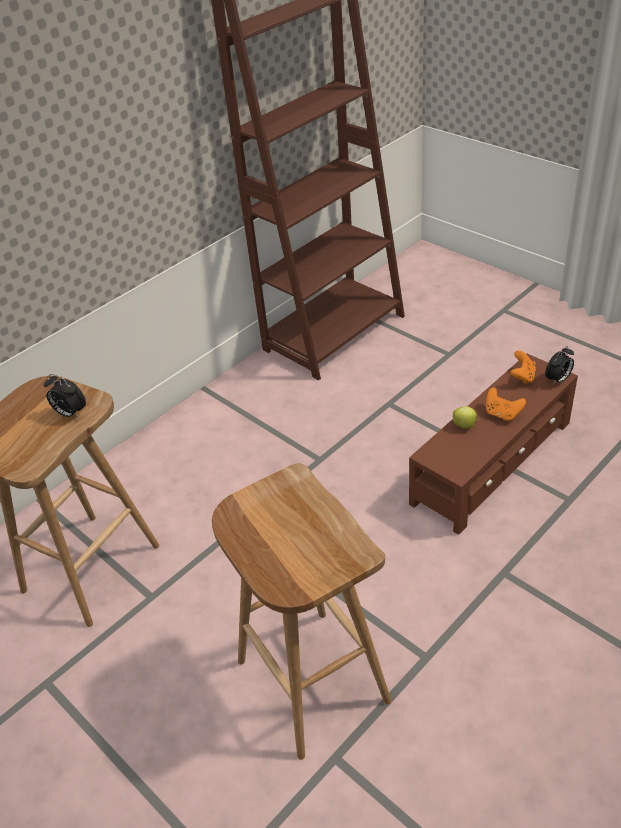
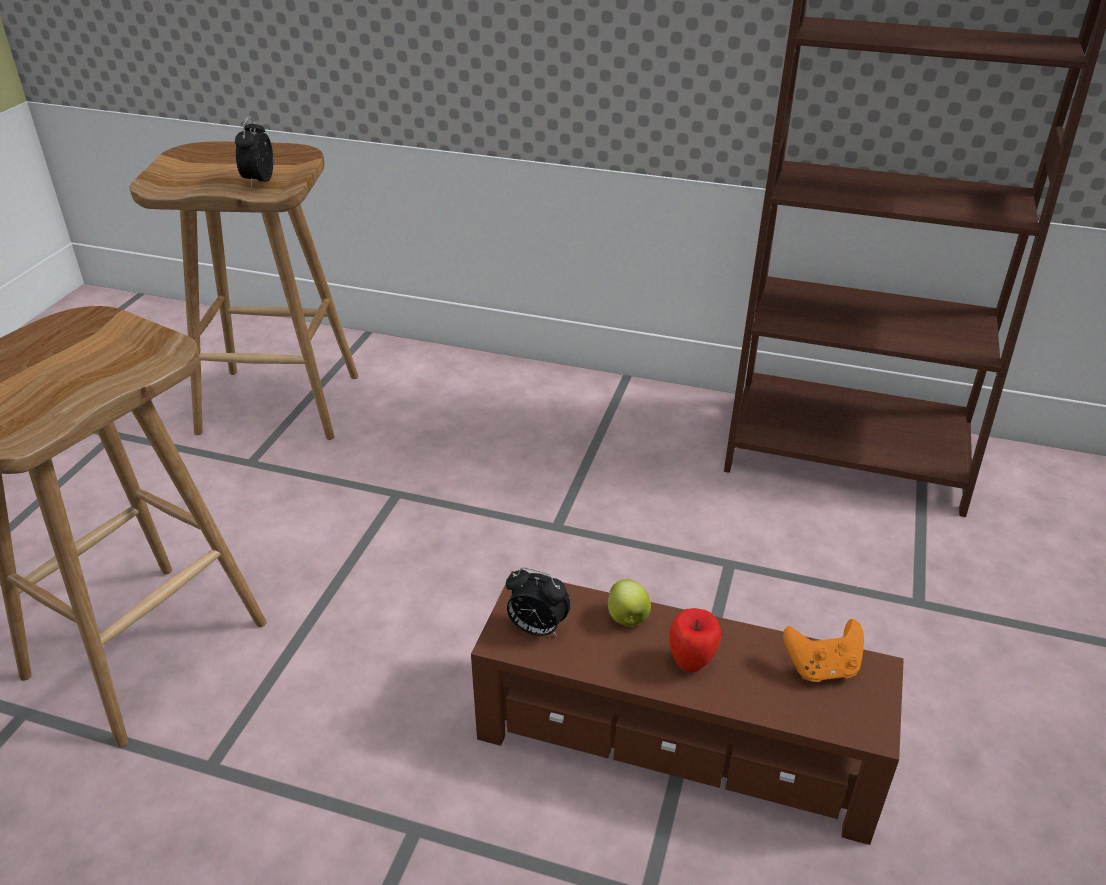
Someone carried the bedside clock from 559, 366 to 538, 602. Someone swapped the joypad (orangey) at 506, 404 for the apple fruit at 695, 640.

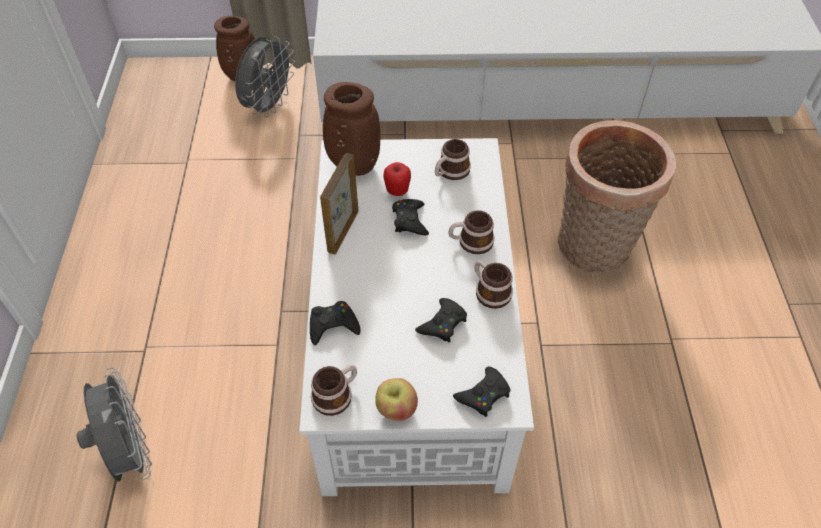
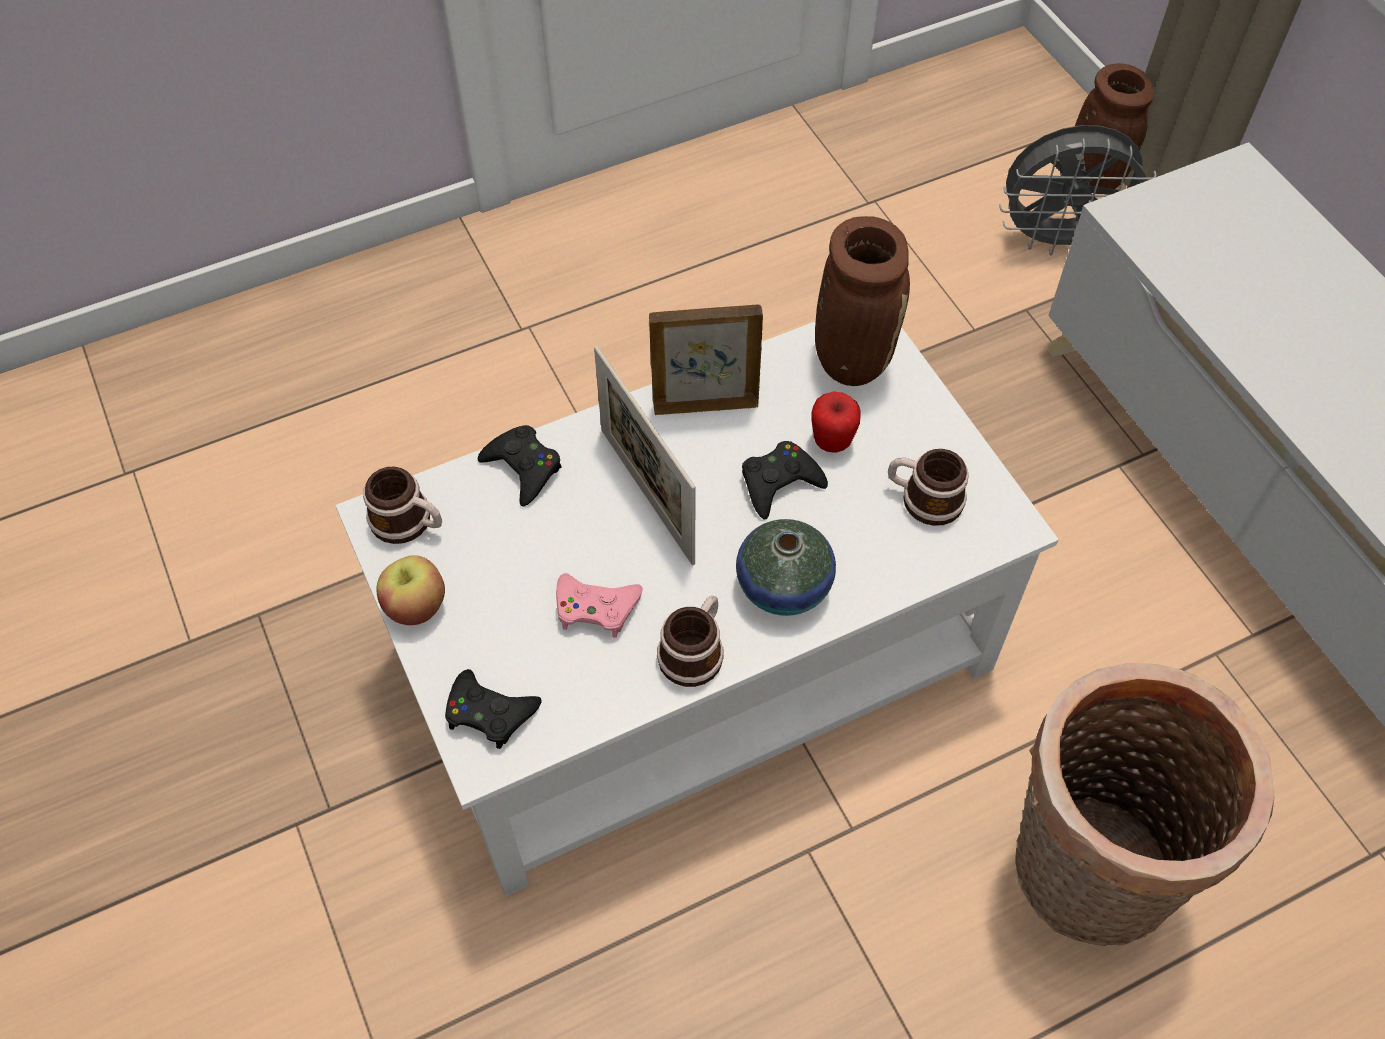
Someone took away the cooling fan (gray) at 114, 424. Someone put down the photo frame at 644, 455. Someone swapped the tea mug at 471, 232 for the flower vase at 786, 567. Someone repainted the joypad (blackish) at 441, 320, which became the joypad (pinkish) at 599, 605.

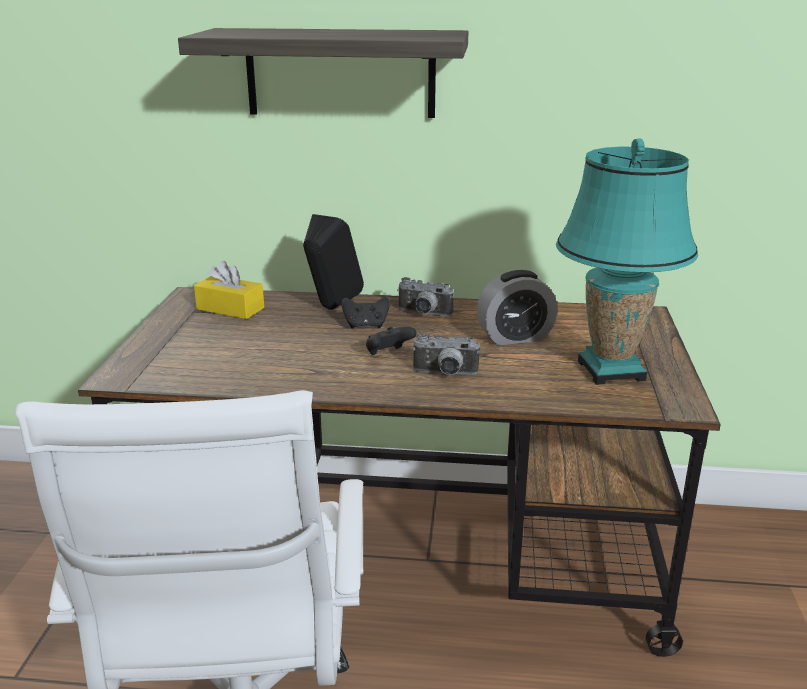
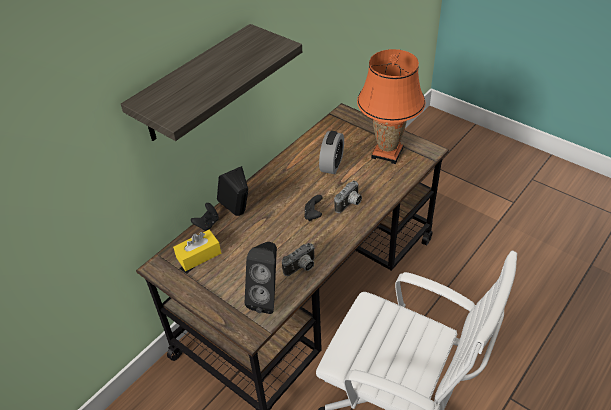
Someone put down the loudspeaker (blackish) at 261, 278. Someone carried the joypad (blackish) from 366, 313 to 205, 217. Someone carried the still camera from 425, 296 to 298, 259. Someone repainted the tabletop lamp (blue-green) at 627, 262, which became the tabletop lamp (orangey) at 391, 106.

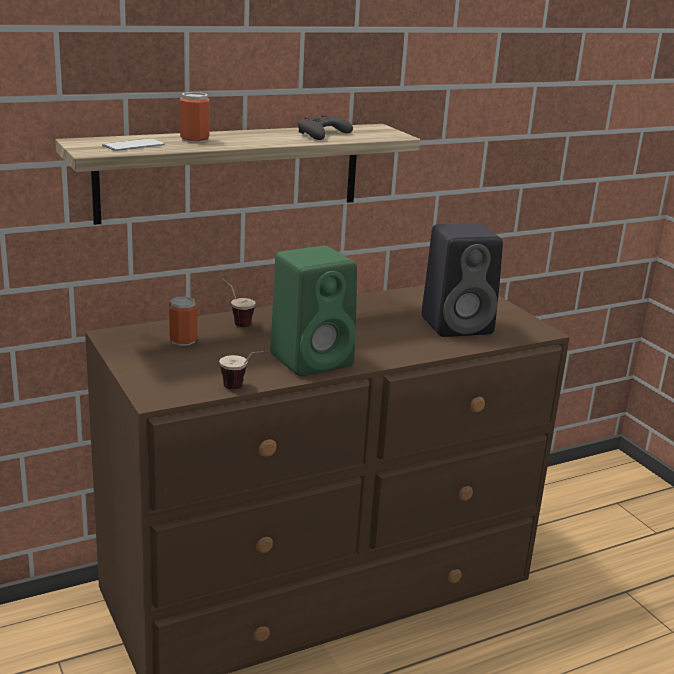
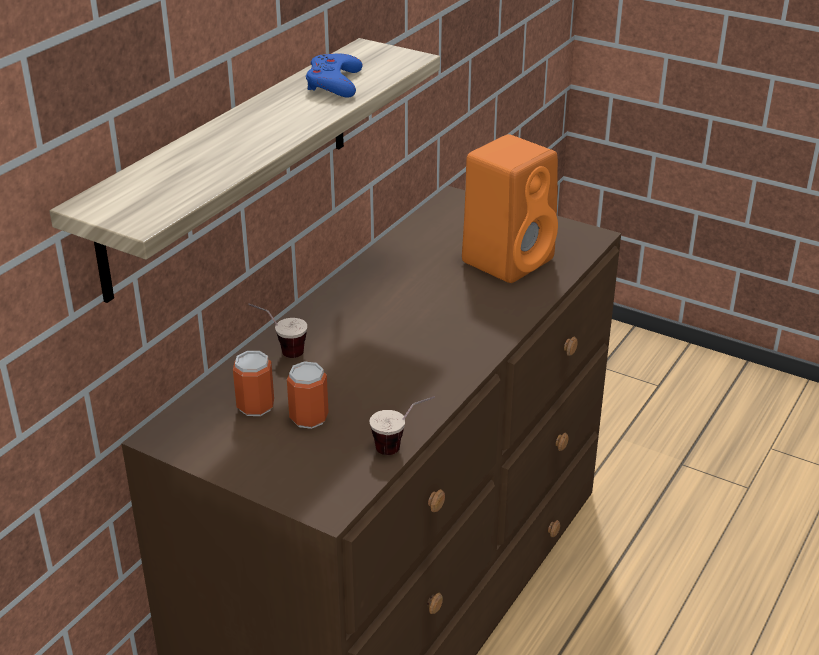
Someone took away the handset at 133, 144. Someone took away the loudspeaker (greenish) at 313, 311. Someone carried the metal can from 195, 117 to 308, 395. Someone repainted the joypad (gray) at 325, 127, which became the joypad (bluish) at 334, 76. Someone repainted the loudspeaker (blackish) at 462, 280, which became the loudspeaker (orangey) at 510, 208.

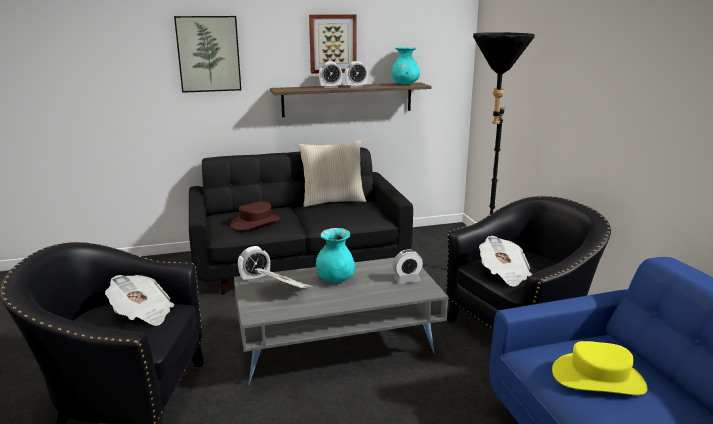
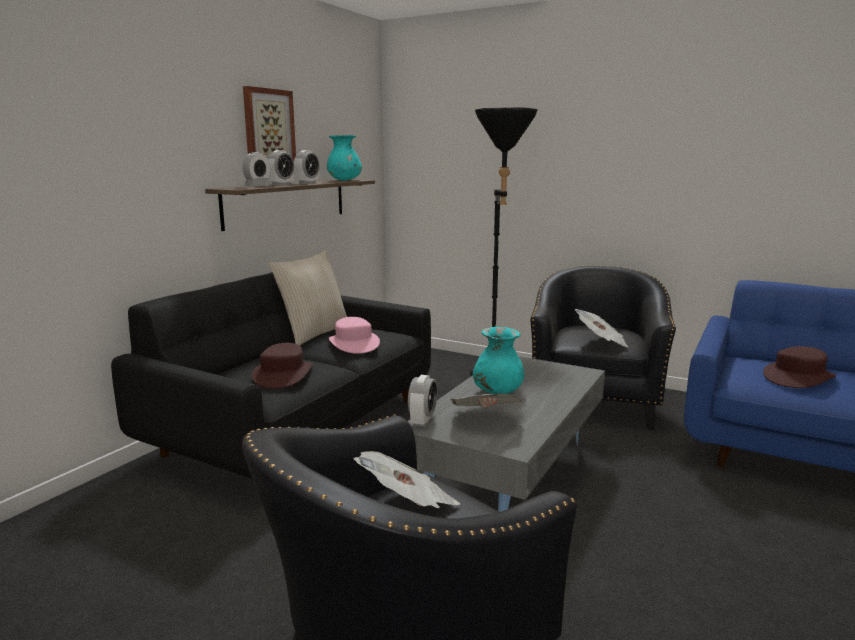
Someone took away the wall picture at 207, 54. Someone put down the hat (pinkish) at 354, 335. Someone carried the bedside clock from 408, 267 to 257, 169. Someone repainted the hat (yellowish) at 600, 368, which became the hat (brown) at 800, 367.

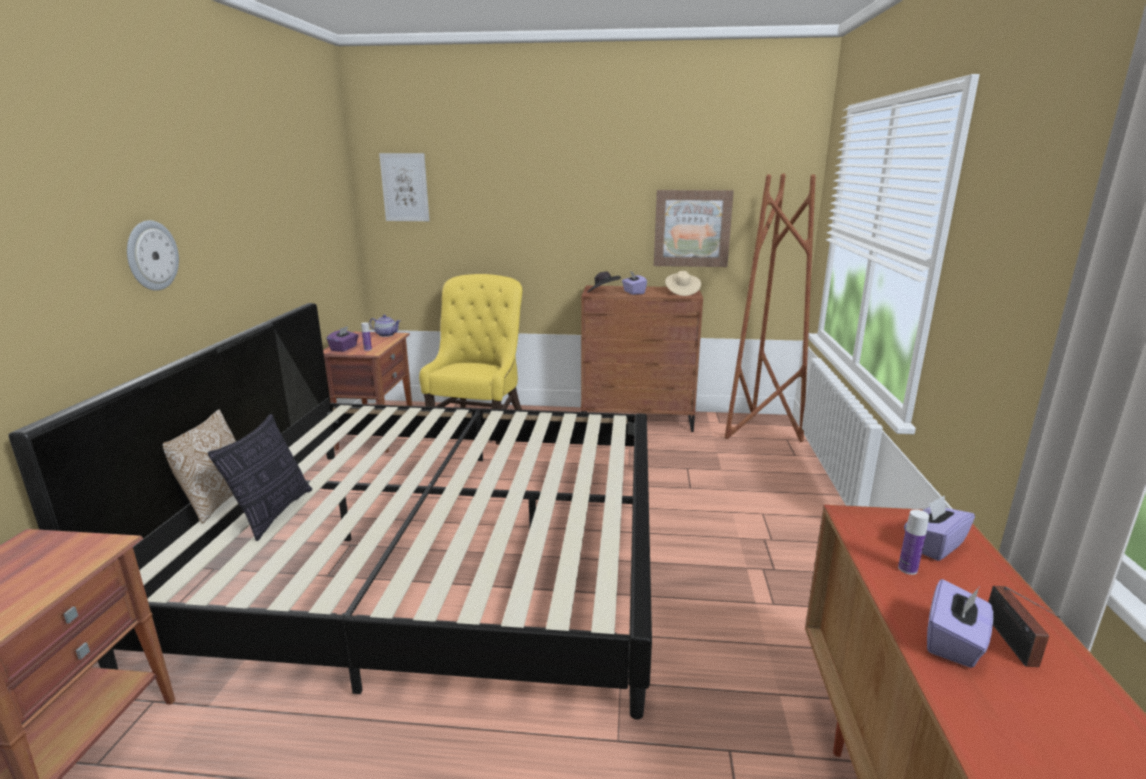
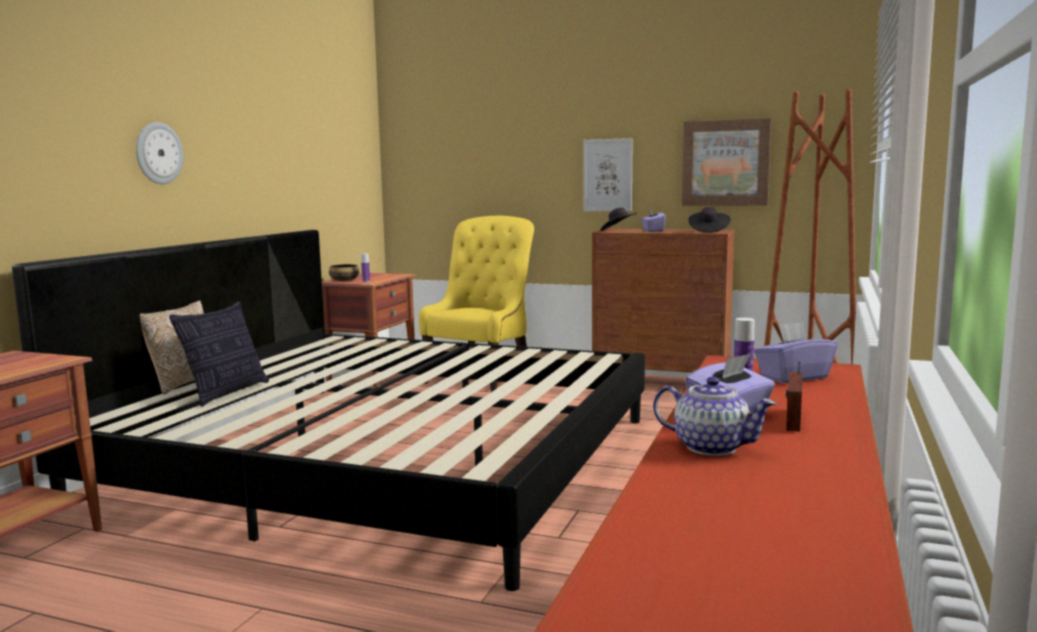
Someone carried the tea pot from 384, 326 to 715, 416. Someone carried the wall picture from 404, 187 to 608, 174. Someone swapped the box of tissues (purple-coloured) at 342, 339 for the bowl at 344, 272. Someone repainted the hat (sand-coloured) at 683, 283, which became the hat (blackish) at 709, 220.

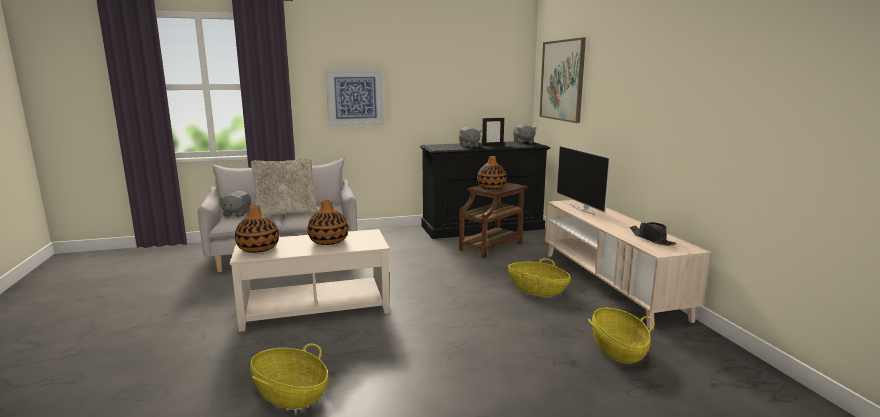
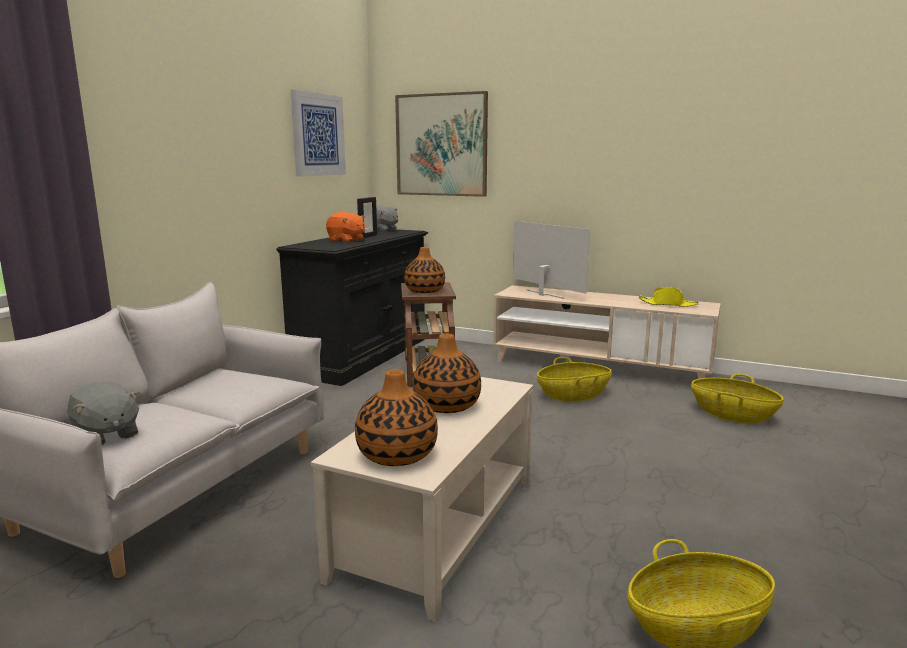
Someone took away the pillow (sand-coloured) at 284, 187. Someone carried the wall picture from 355, 97 to 318, 133. Someone repainted the cuddly toy (gray) at 470, 136, which became the cuddly toy (orangey) at 345, 227. Someone repainted the hat (blackish) at 653, 233, which became the hat (yellowish) at 668, 297. Someone rotated the television at 583, 180 by 150 degrees counterclockwise.

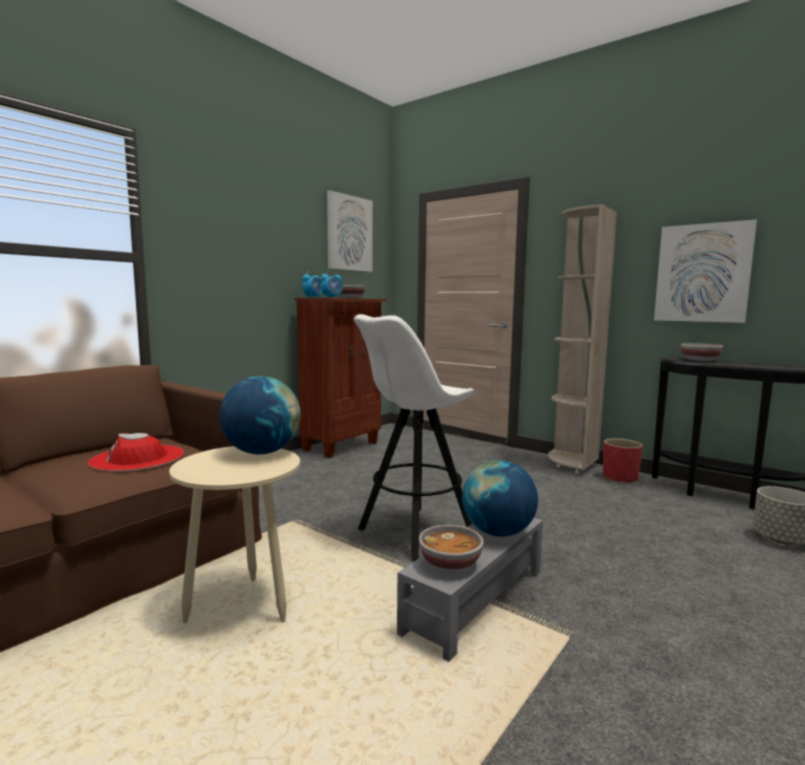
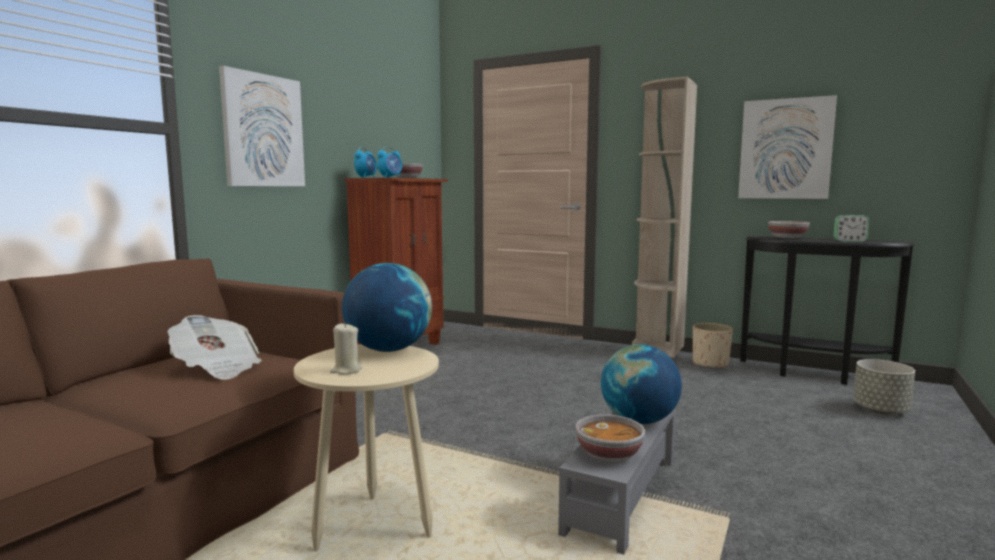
Someone took away the stool seat (whitish) at 414, 437. Someone put down the candle (sand-coloured) at 346, 349. Someone put down the bedside clock at 851, 228. Someone carried the wall picture from 350, 231 to 262, 126. Someone swapped the hat (reddish) at 136, 452 for the printed paper at 215, 347. Someone repainted the flower pot (reddish) at 623, 461, which became the flower pot (sand-coloured) at 713, 346.

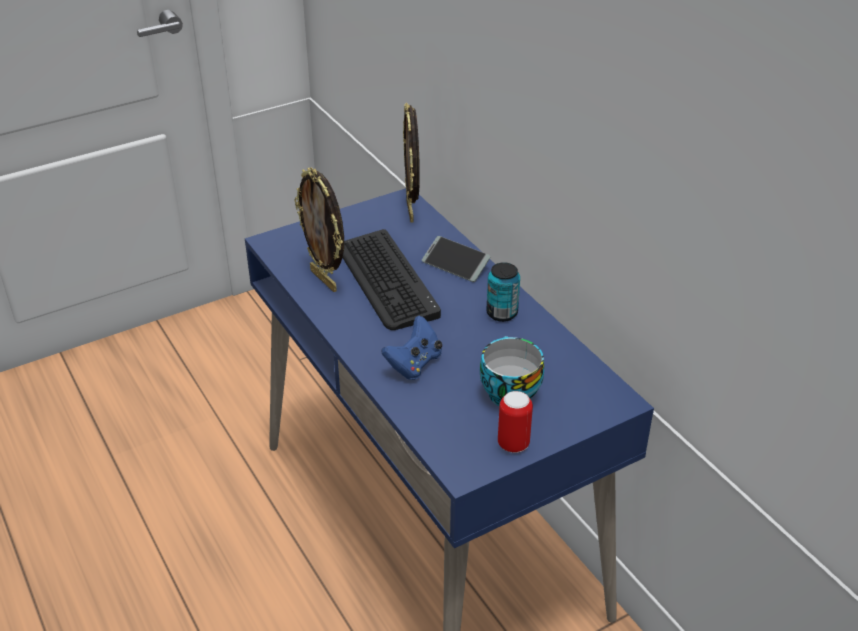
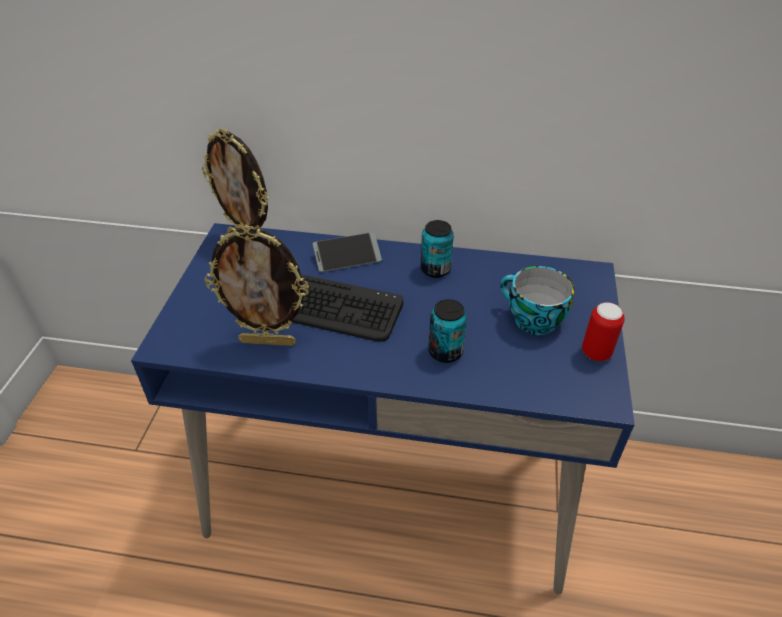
Someone swapped the joypad (bluish) at 412, 348 for the metal can at 447, 331.

